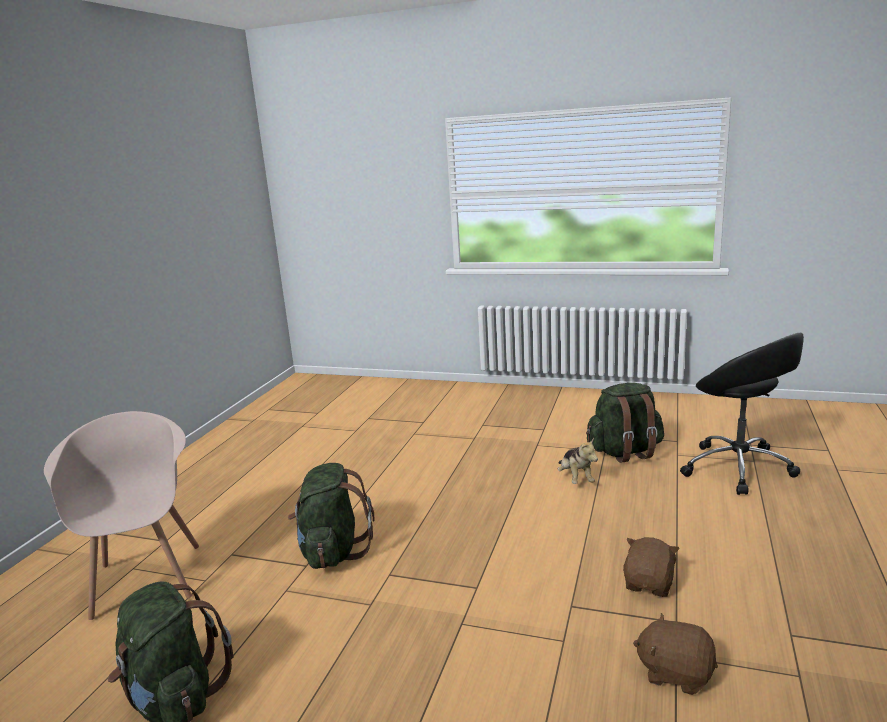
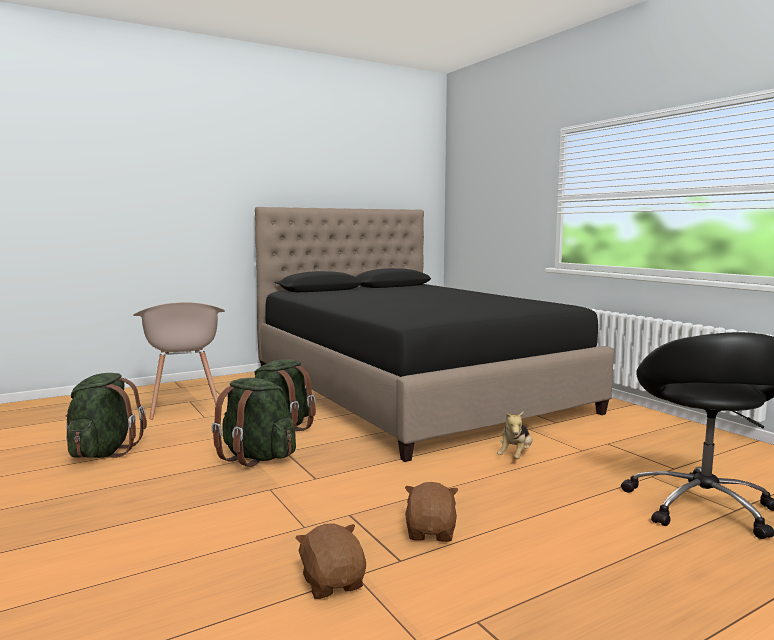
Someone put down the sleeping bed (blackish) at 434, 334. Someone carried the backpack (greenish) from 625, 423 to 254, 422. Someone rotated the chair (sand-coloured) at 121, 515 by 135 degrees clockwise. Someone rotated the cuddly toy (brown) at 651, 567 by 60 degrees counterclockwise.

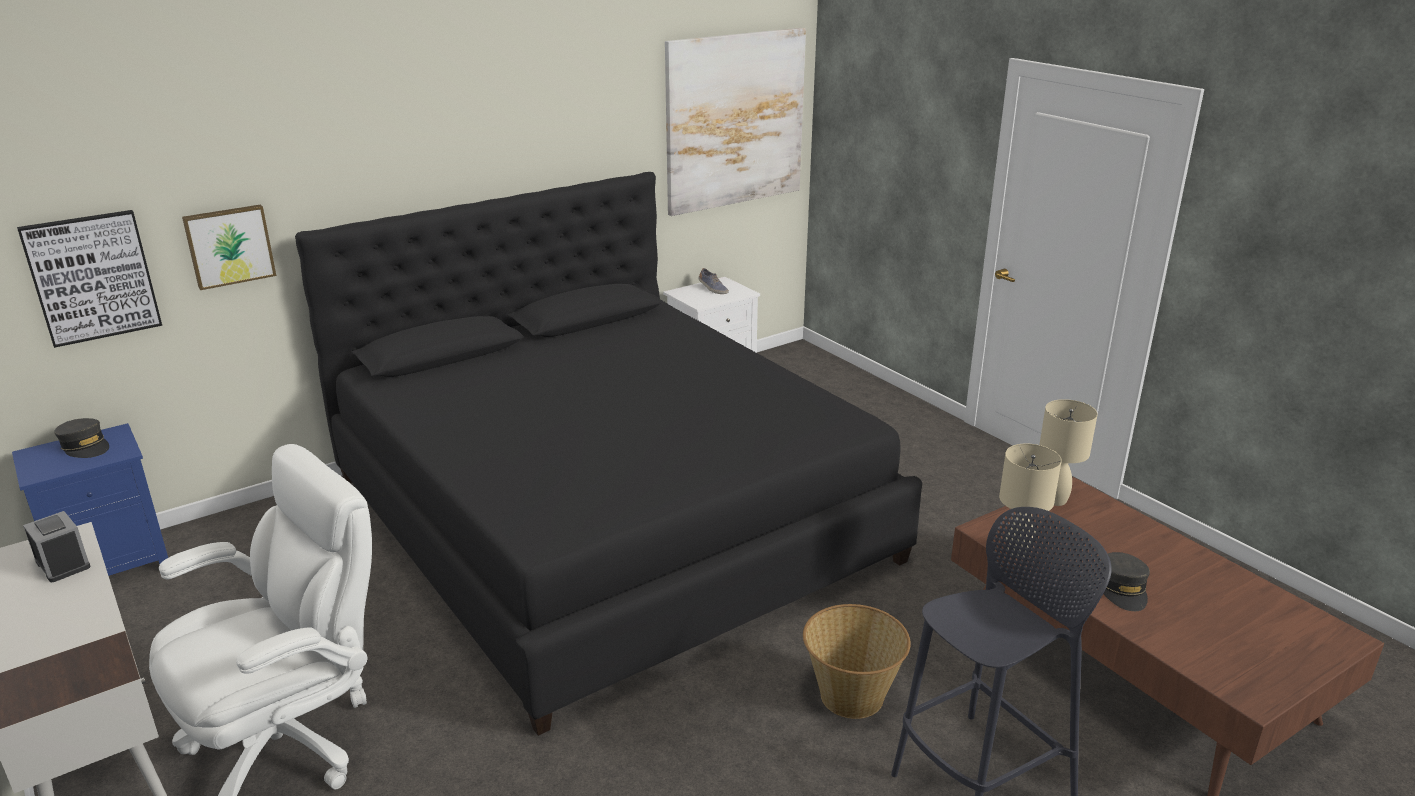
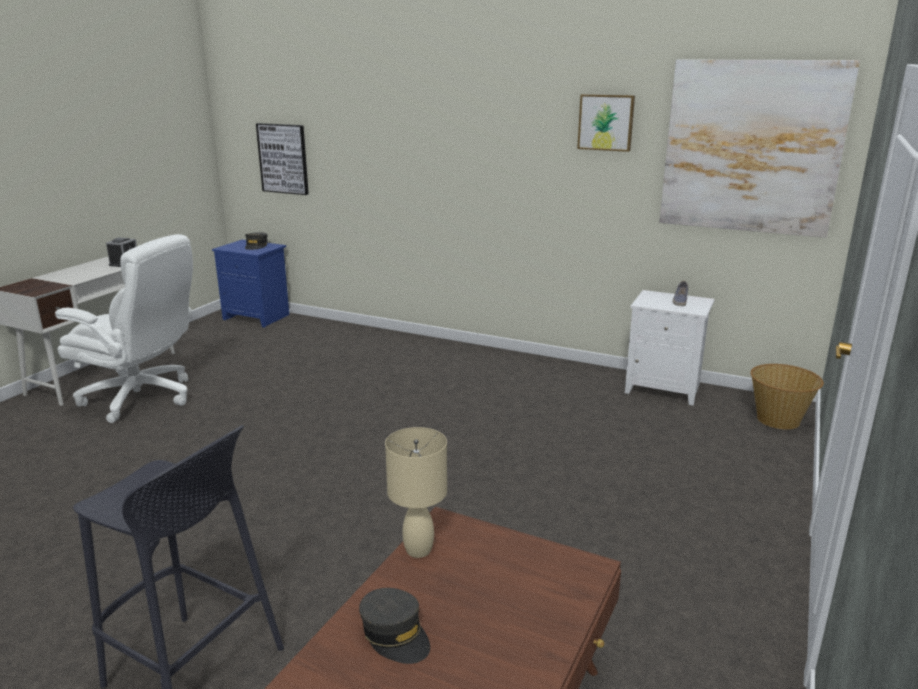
Someone took away the sleeping bed (blackish) at 608, 454. Someone took away the tabletop lamp (sand-coloured) at 1068, 452. Someone carried the wall picture from 229, 247 to 606, 123. Someone carried the household basket from 857, 661 to 787, 396. Someone rotated the peaked cap (gray) at 1126, 581 by 105 degrees counterclockwise.

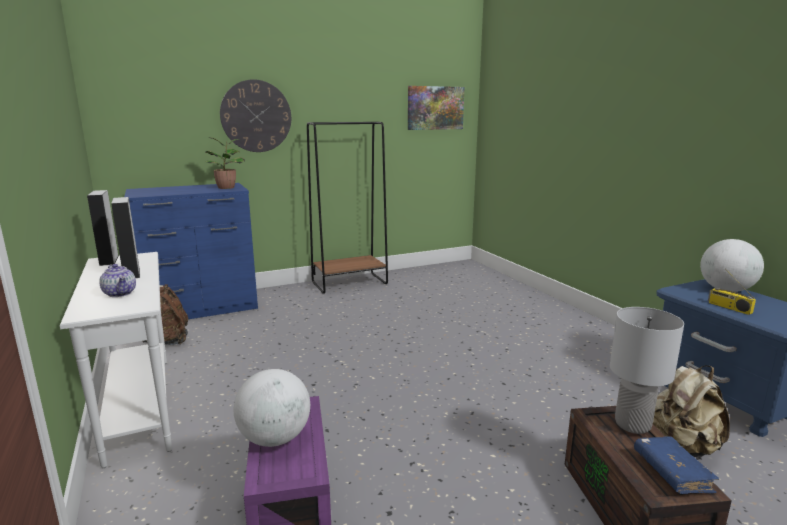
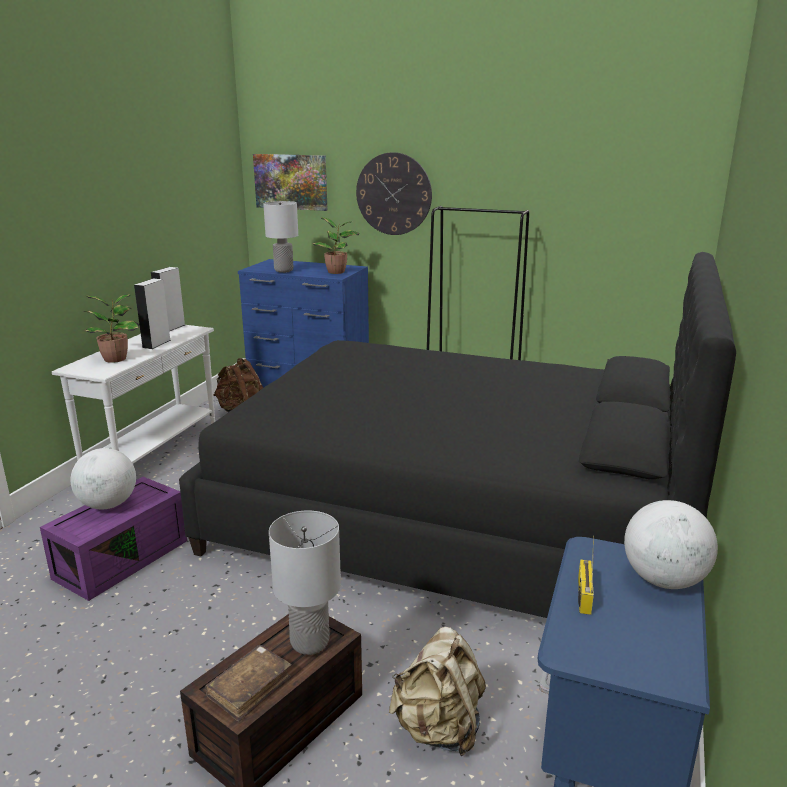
Someone put down the sleeping bed (blackish) at 457, 435. Someone put down the tabletop lamp (gray) at 280, 237. Someone carried the wall picture from 436, 108 to 290, 182. Someone swapped the tea pot at 117, 280 for the plant in a pot at 111, 328. Someone repainted the book (bluish) at 677, 465, which became the book (brown) at 248, 683.

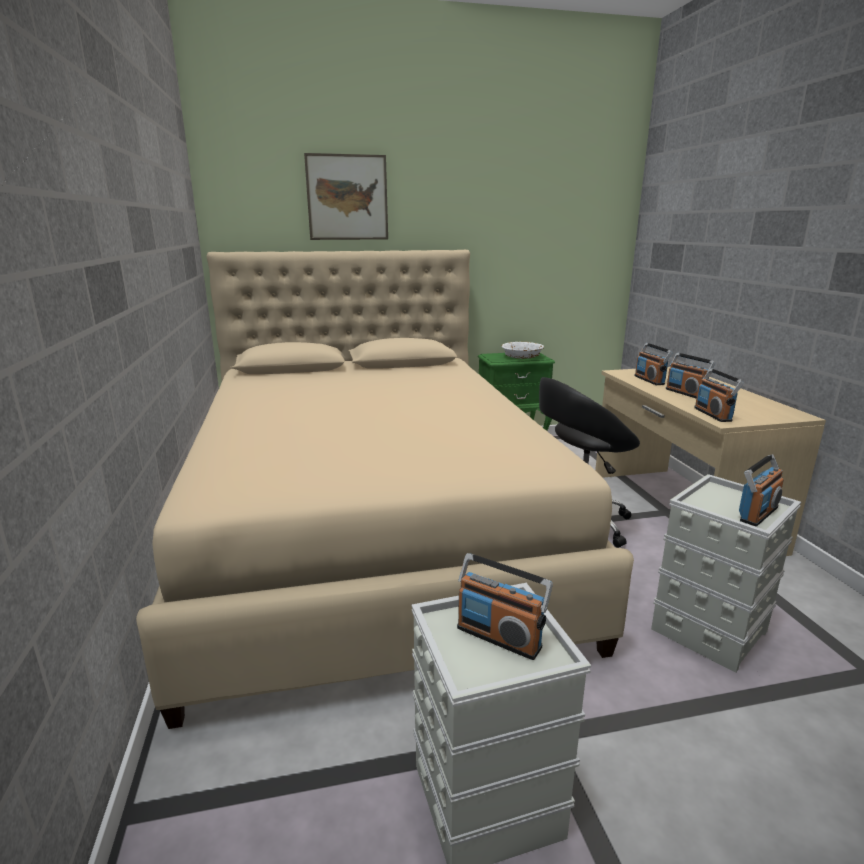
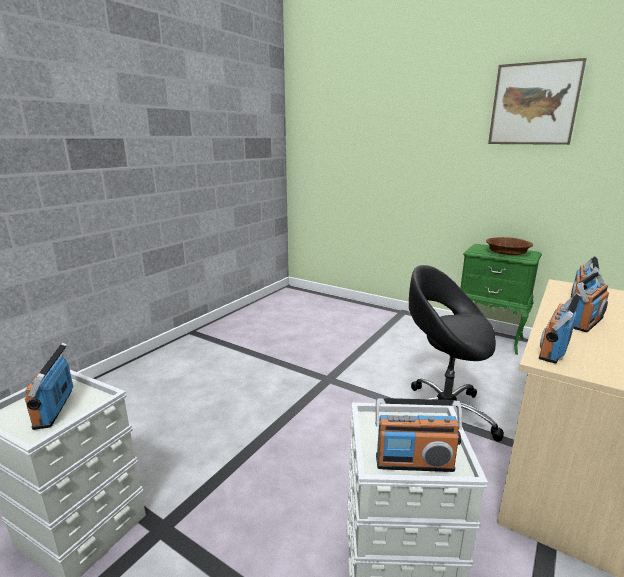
Someone took away the sleeping bed (sand-coloured) at 385, 489. Someone carried the wall picture from 346, 196 to 537, 101. Someone repainted the bowl (whitish) at 522, 350, which became the bowl (brown) at 509, 246. Someone rotated the radio set at 690, 375 by 150 degrees counterclockwise.

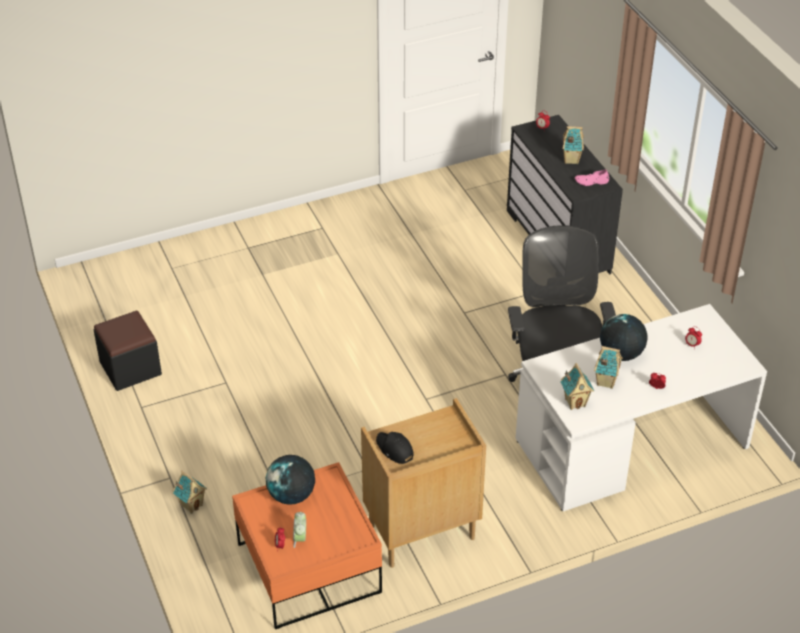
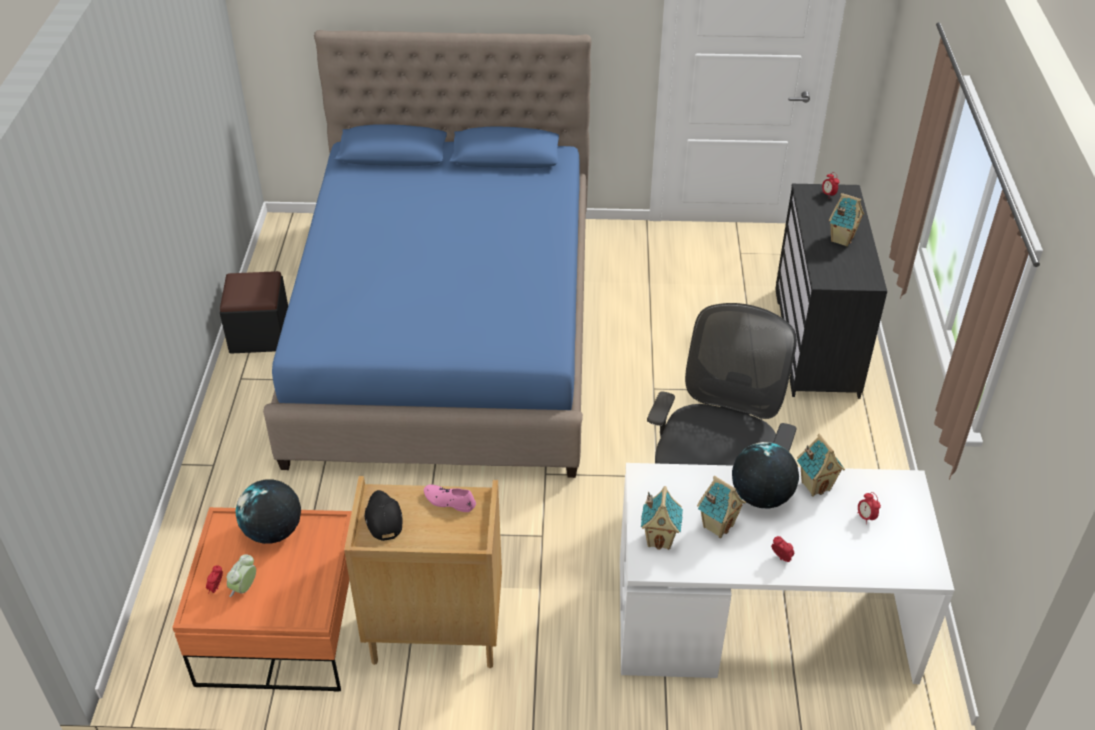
Someone put down the sleeping bed (bluish) at 427, 254. Someone carried the toy house from 190, 492 to 821, 465. Someone carried the shoe (pinkish) from 592, 178 to 450, 498.

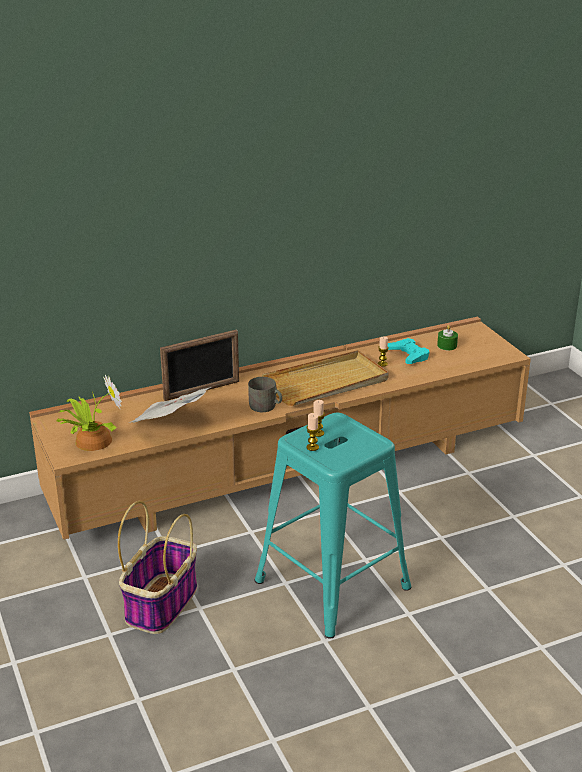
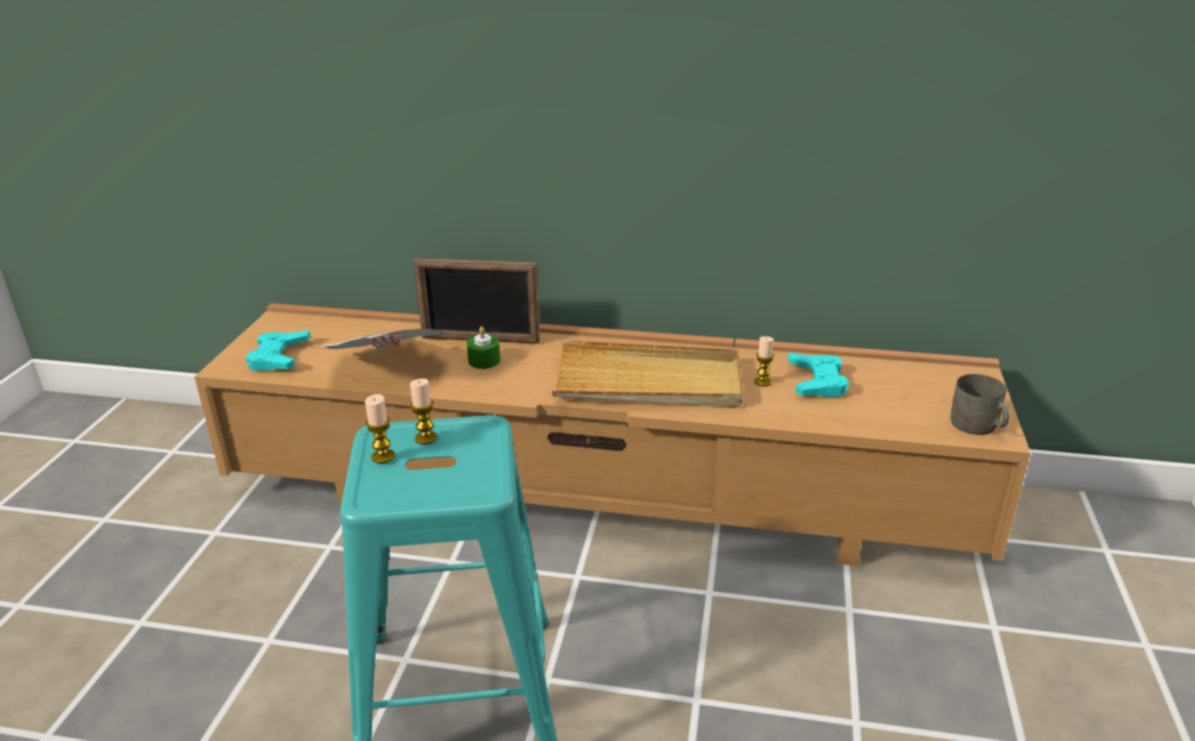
Someone took away the household basket at 157, 567. Someone carried the tea mug (gray) from 265, 394 to 980, 404. Someone carried the candle (greenish) from 447, 337 to 483, 347. Someone swapped the plant in a pot at 89, 413 for the joypad (blue-green) at 278, 350.

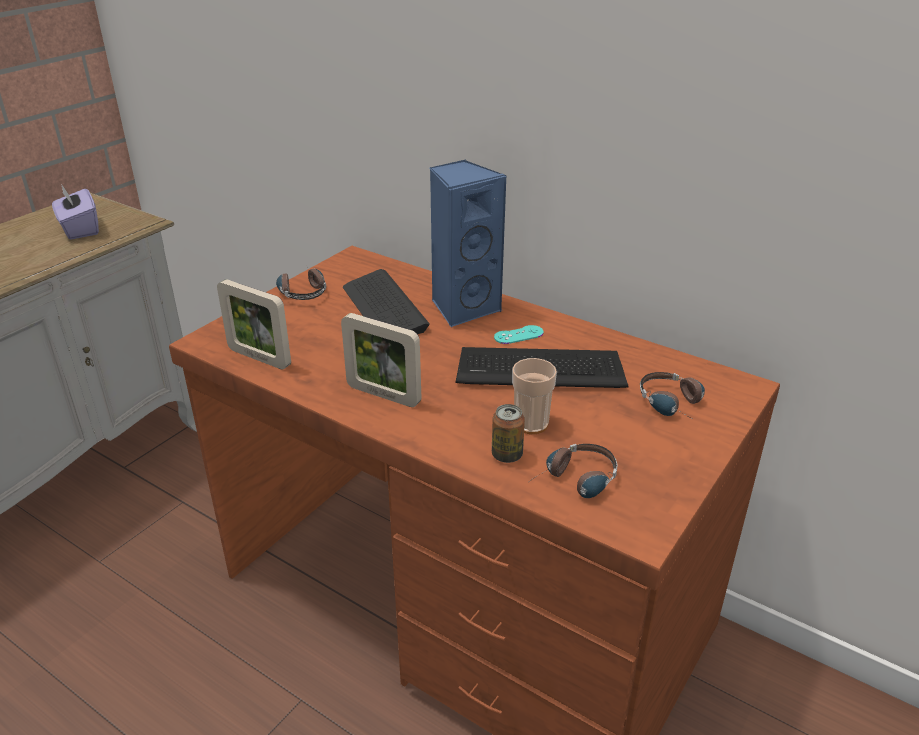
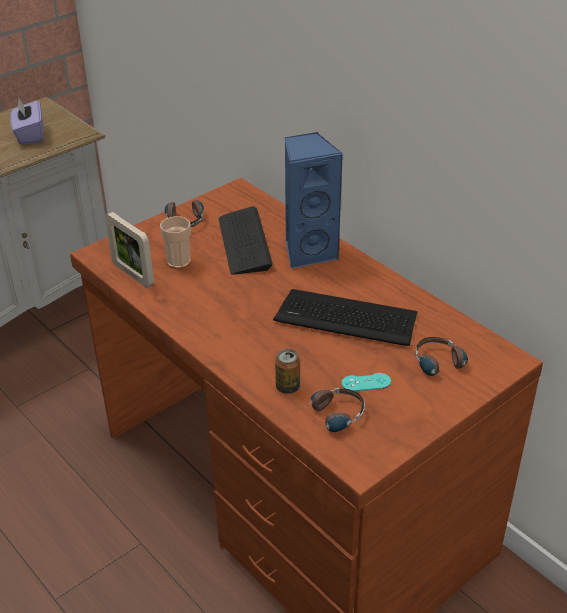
Someone took away the photo frame at 381, 360. Someone carried the joypad (blue-green) from 519, 334 to 366, 382. Someone carried the small cup from 534, 396 to 175, 242.

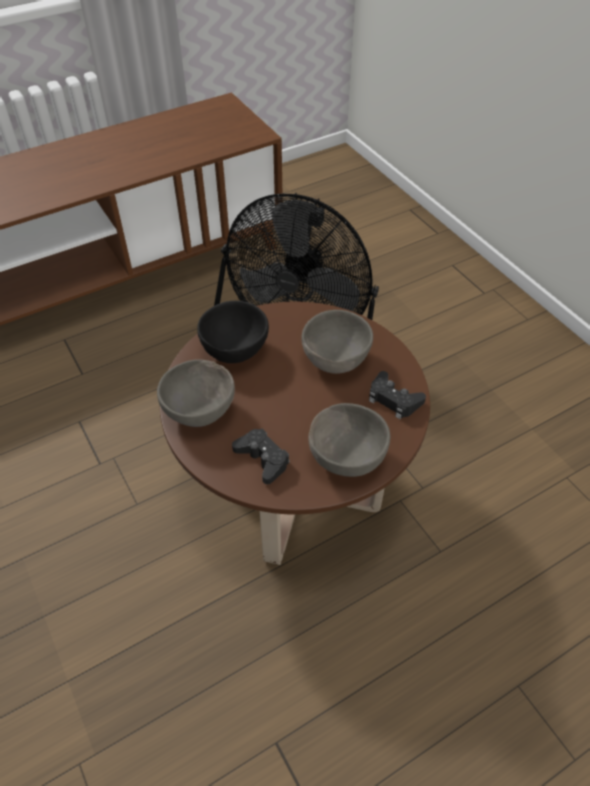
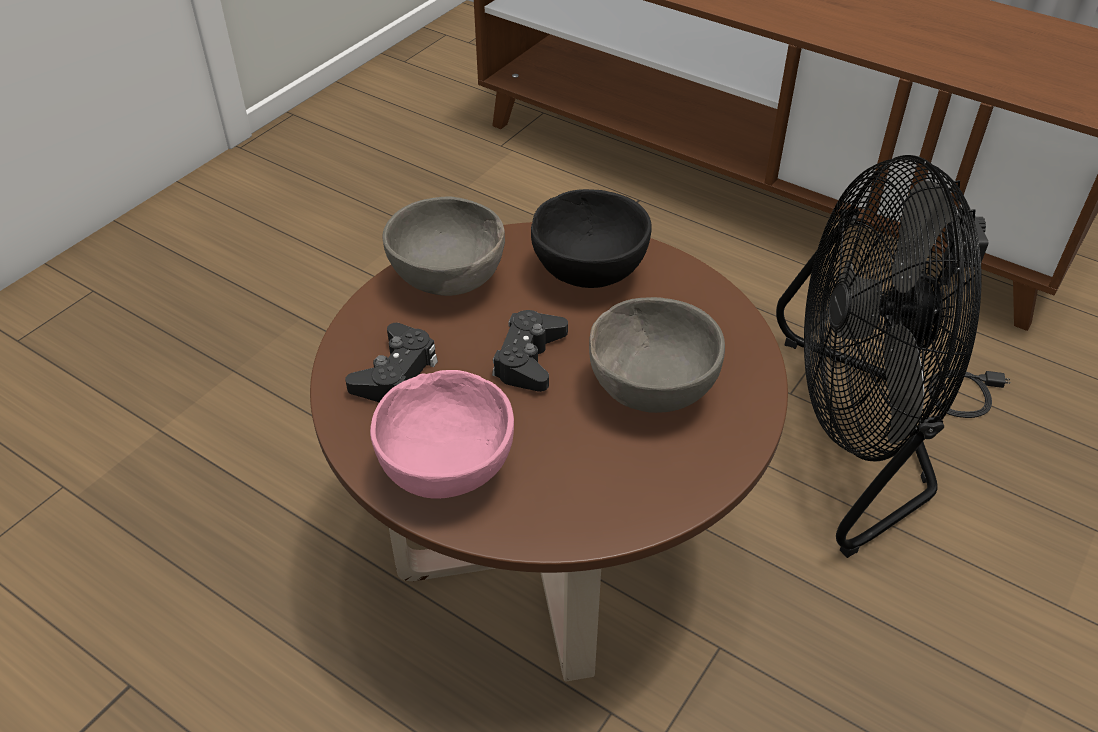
Someone carried the joypad (blackish) from 397, 395 to 530, 351. Someone repainted the bowl (gray) at 349, 440, which became the bowl (pinkish) at 442, 434.

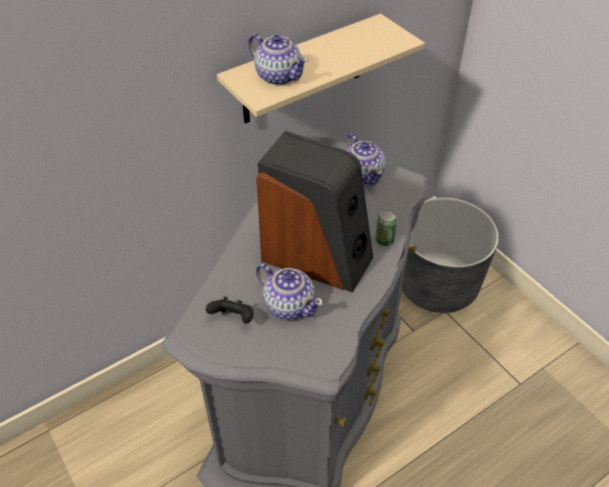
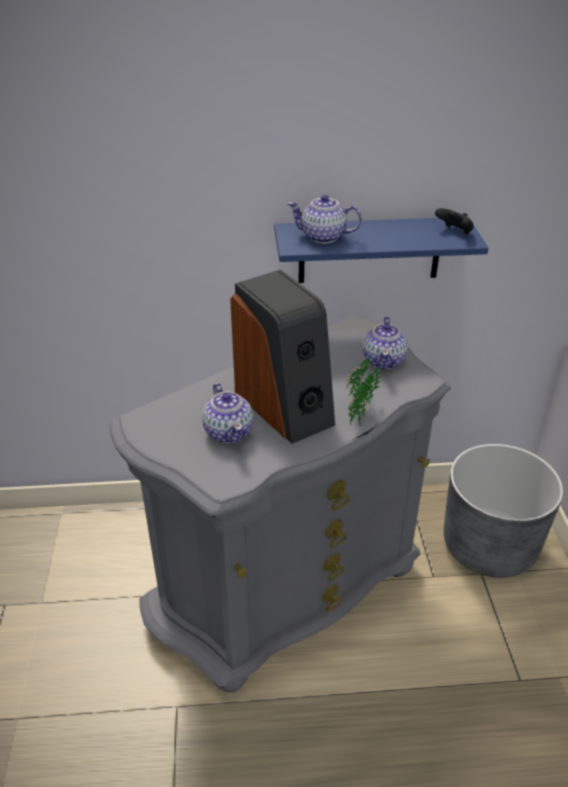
Someone carried the joypad (blackish) from 230, 310 to 454, 221. Someone swapped the metal can at 386, 228 for the plant in a pot at 363, 391. Someone repainted the bracket shelf (sand-coloured) at 321, 69, which became the bracket shelf (bluish) at 381, 250. Someone rotated the tea pot at 278, 59 by 120 degrees clockwise.

